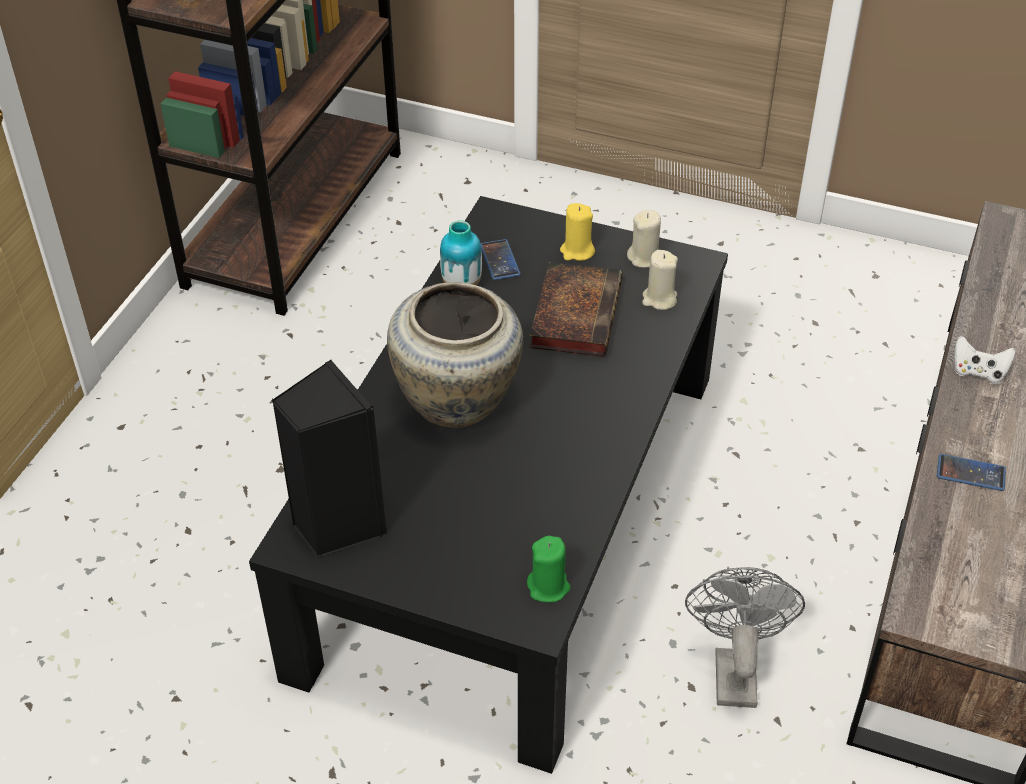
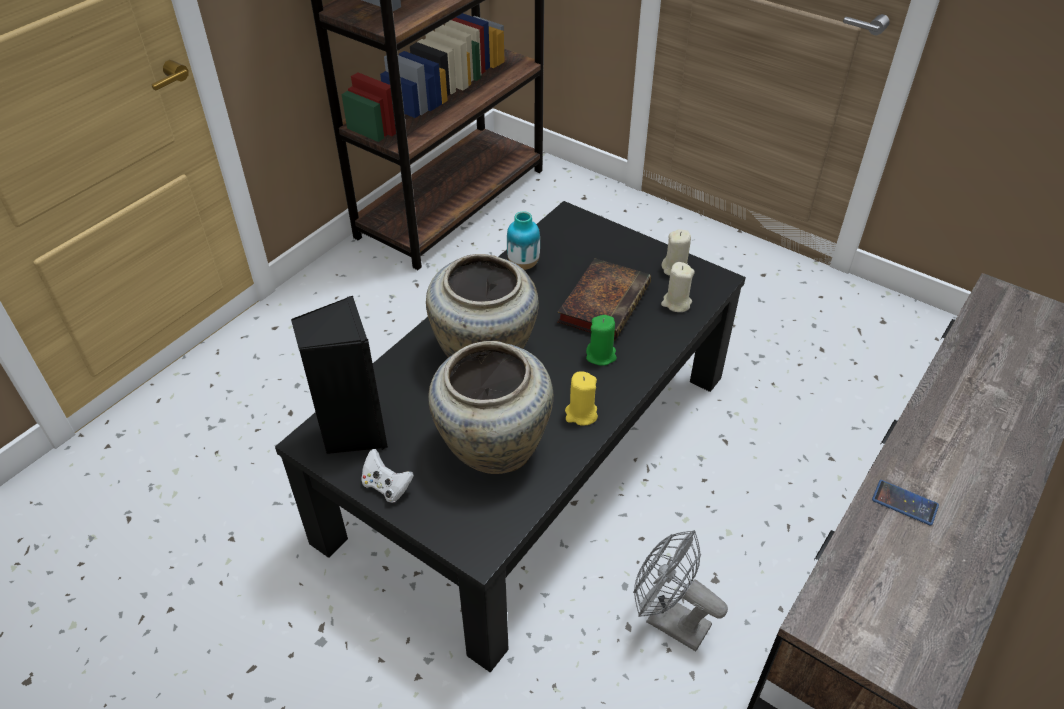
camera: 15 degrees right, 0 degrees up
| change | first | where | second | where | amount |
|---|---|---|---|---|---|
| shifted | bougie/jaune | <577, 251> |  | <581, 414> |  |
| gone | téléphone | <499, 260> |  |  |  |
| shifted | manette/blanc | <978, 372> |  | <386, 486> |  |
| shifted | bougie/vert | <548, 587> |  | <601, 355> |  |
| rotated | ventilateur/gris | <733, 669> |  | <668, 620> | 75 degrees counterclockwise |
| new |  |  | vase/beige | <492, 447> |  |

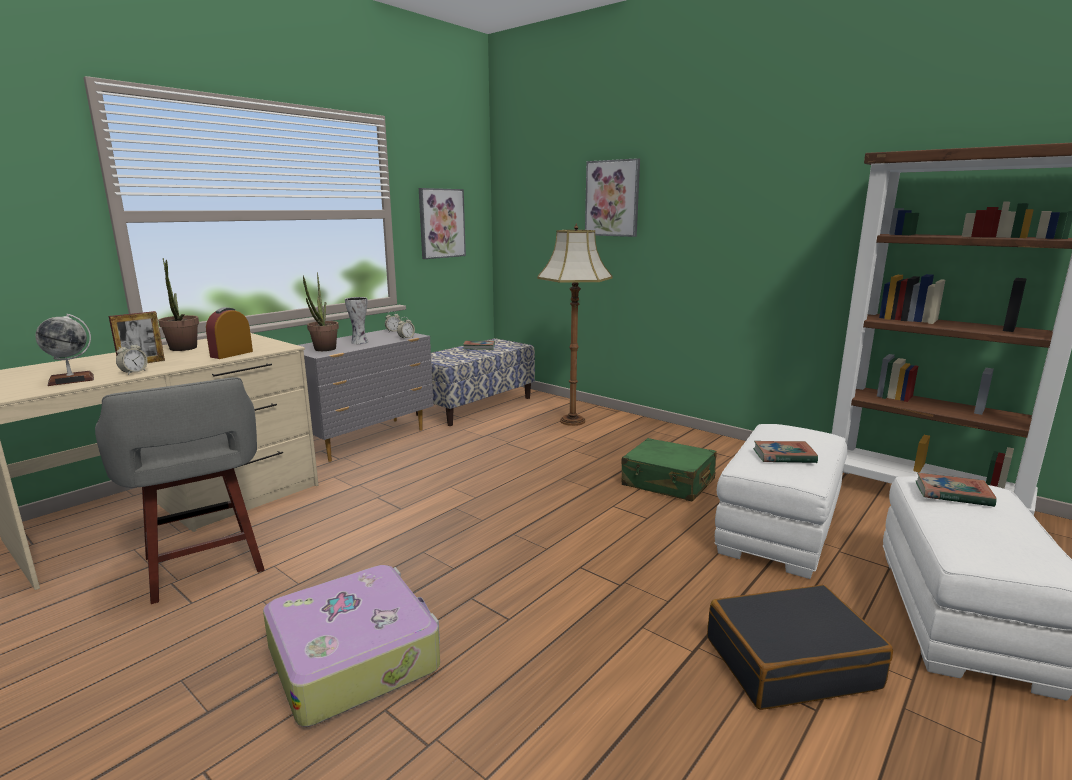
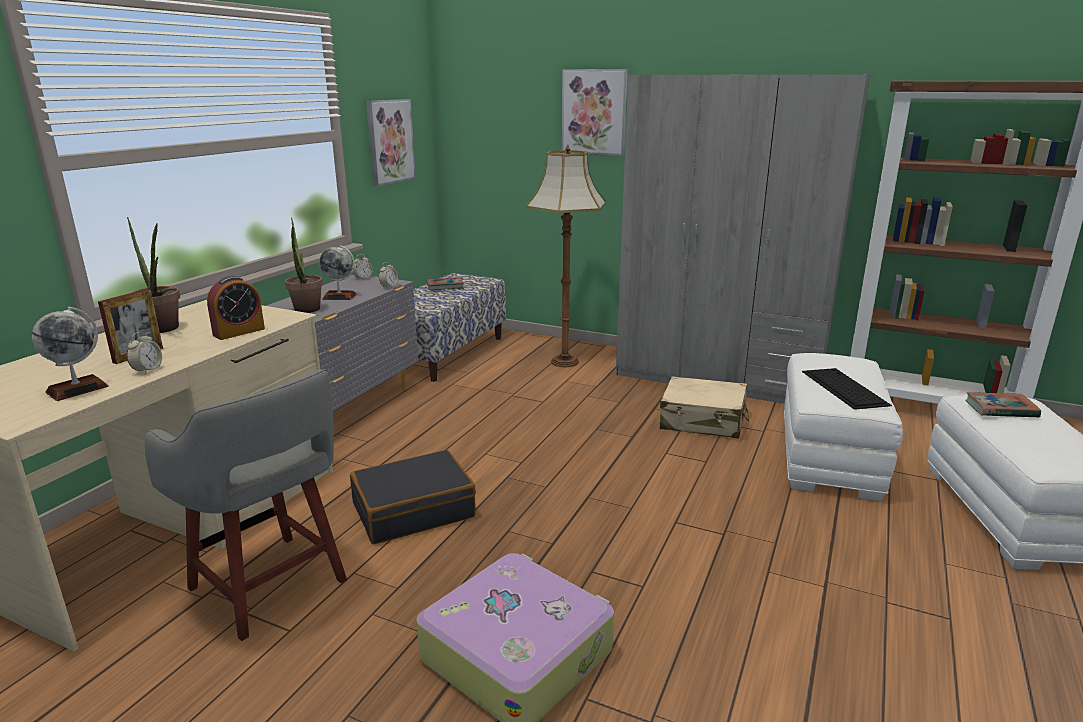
camera: 15 degrees left, 5 degrees up
| change | first | where | second | where | amount |
|---|---|---|---|---|---|
| swapped | vase | <359, 342> | globe | <339, 297> |  |
| rotated | réveil | <231, 354> |  | <239, 332> | 150 degrees counterclockwise |
| repainted | valise/vert | <668, 482> | valise/beige | <703, 421> |  |
| swapped | livre | <784, 456> | clavier | <843, 387> |  |
| shifted | valise/noir | <790, 662> |  | <413, 510> |  |
| new |  |  | armoire/gris | <718, 378> |  |

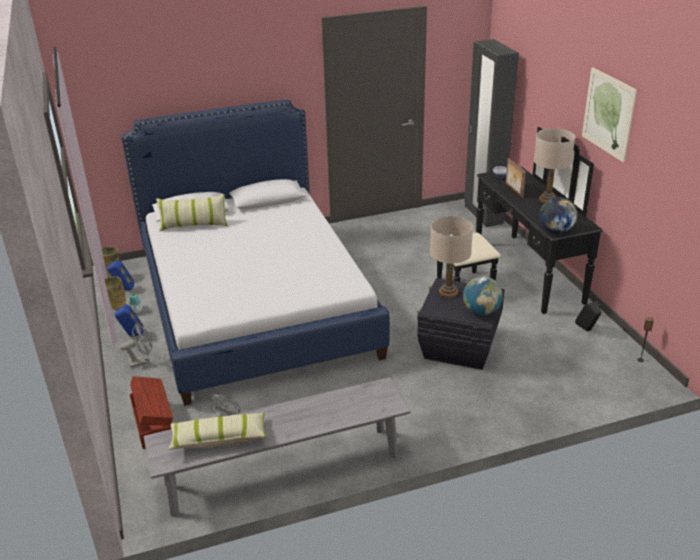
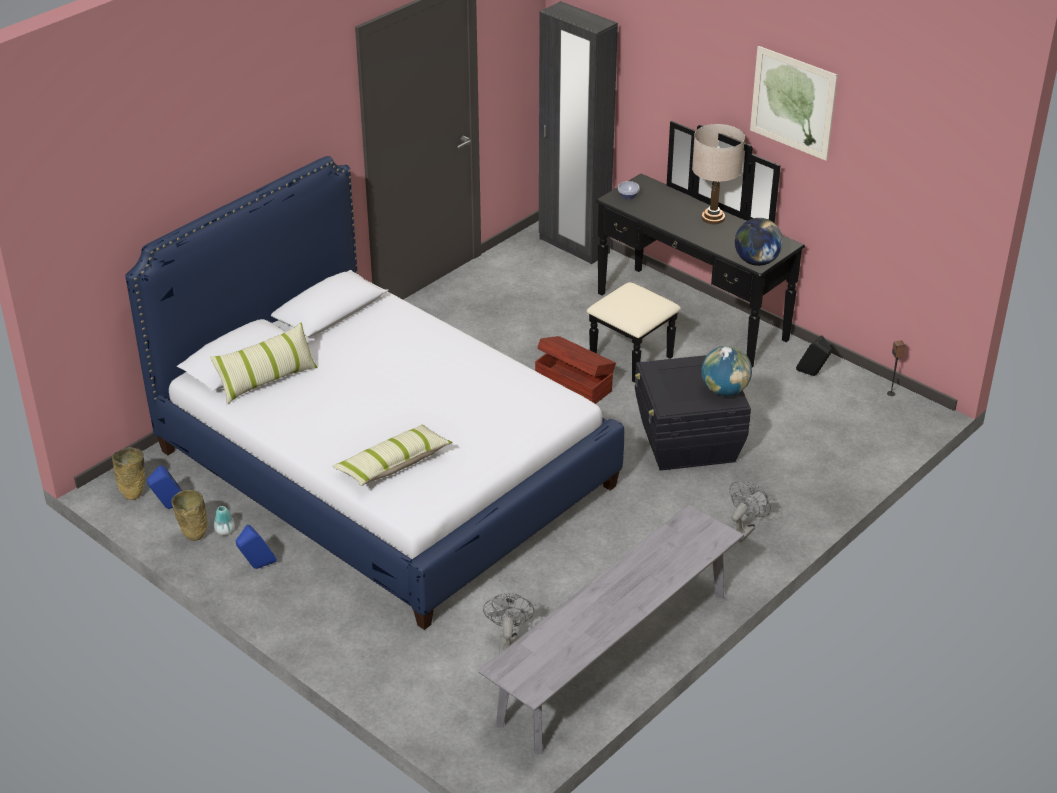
camera: 30 degrees left, 5 degrees up
| change | first | where | second | where | amount |
|---|---|---|---|---|---|
| gone | cadre photo | <513, 190> |  |  |  |
| gone | lampe de table/beige | <448, 292> |  |  |  |
| shifted | ventilateur/gris | <142, 361> |  | <743, 530> |  |
| shifted | boîte de rangement/marron | <153, 423> |  | <573, 384> |  |
| shifted | coussin | <219, 439> |  | <393, 464> |  |

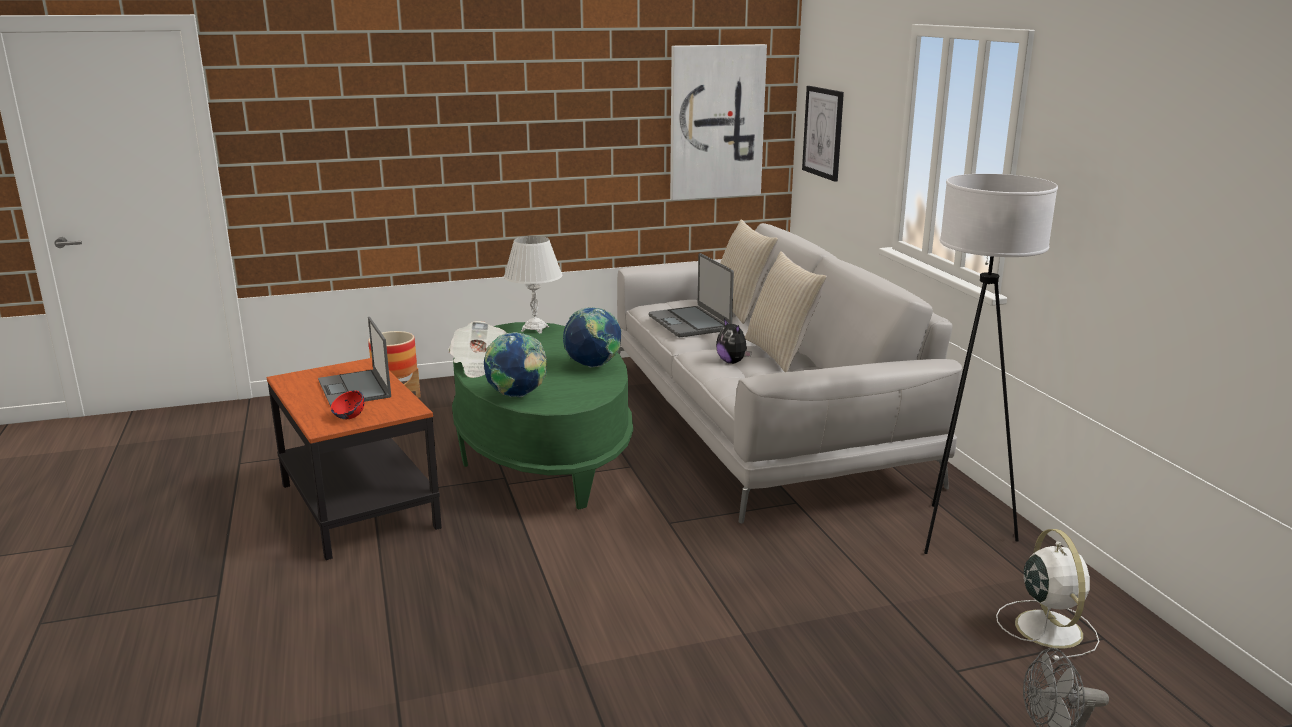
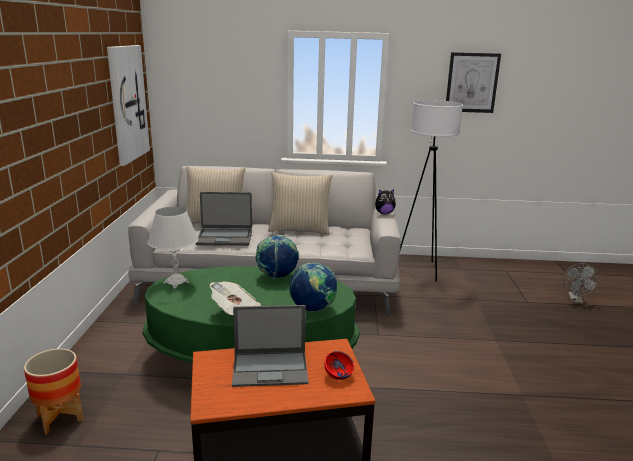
camera: 70 degrees left, 0 degrees up
| change | first | where | second | where | amount |
|---|---|---|---|---|---|
| shifted | tableau | <823, 132> |  | <472, 82> |  |
| shifted | peluche | <732, 362> |  | <384, 213> |  |
| gone | ventilateur/blanc | <1047, 627> |  |  |  |

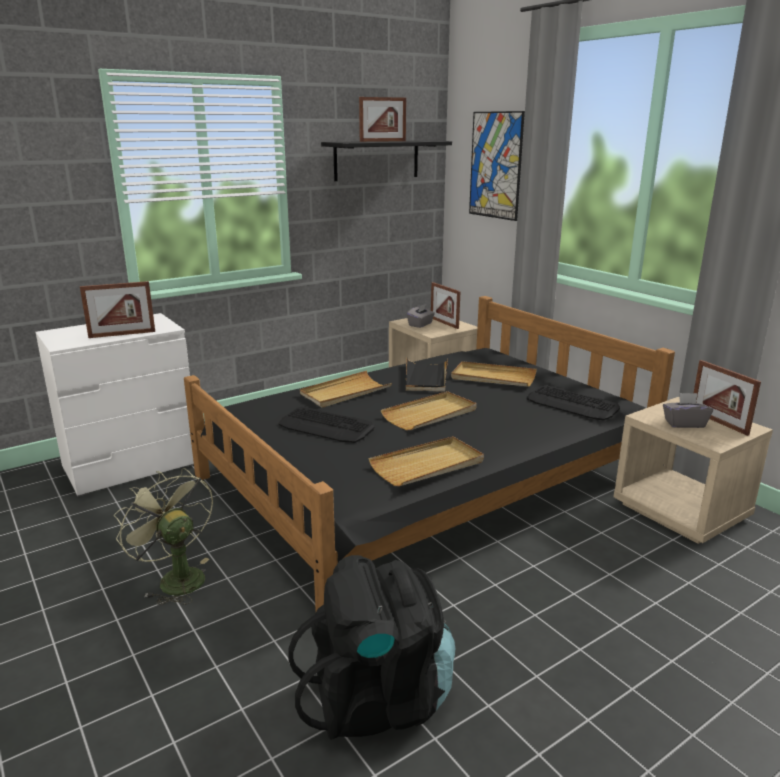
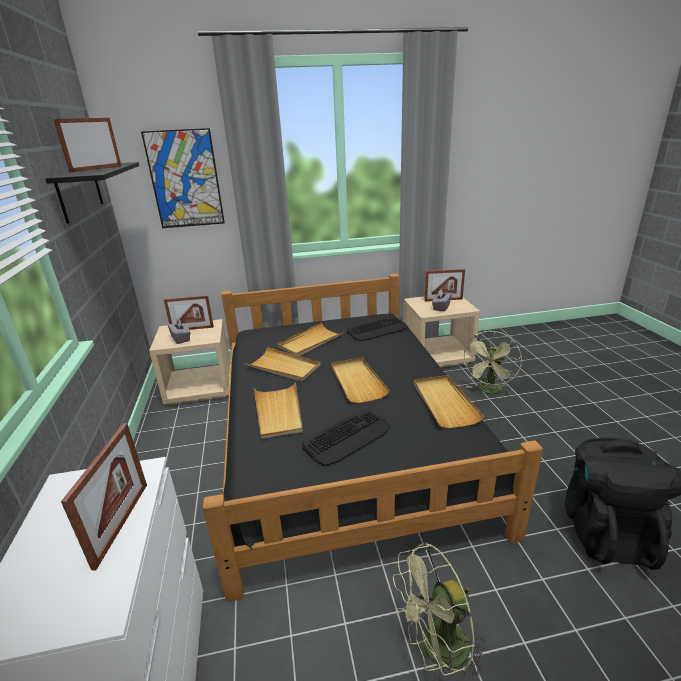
camera: 65 degrees left, 5 degrees up
| change | first | where | second | where | amount |
|---|---|---|---|---|---|
| rotated | cadre photo | <383, 141> |  | <96, 169> | 150 degrees counterclockwise |
| repainted | plateau/noir | <426, 377> | plateau/beige | <283, 367> |  |
| new |  |  | ventilateur/vert | <489, 391> |  |

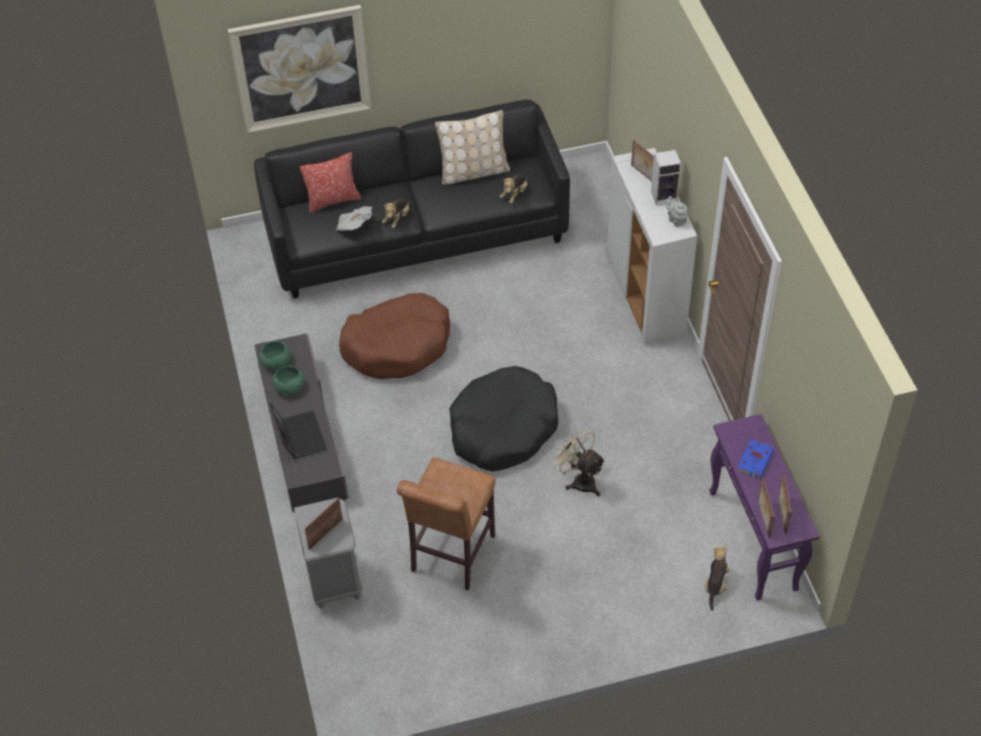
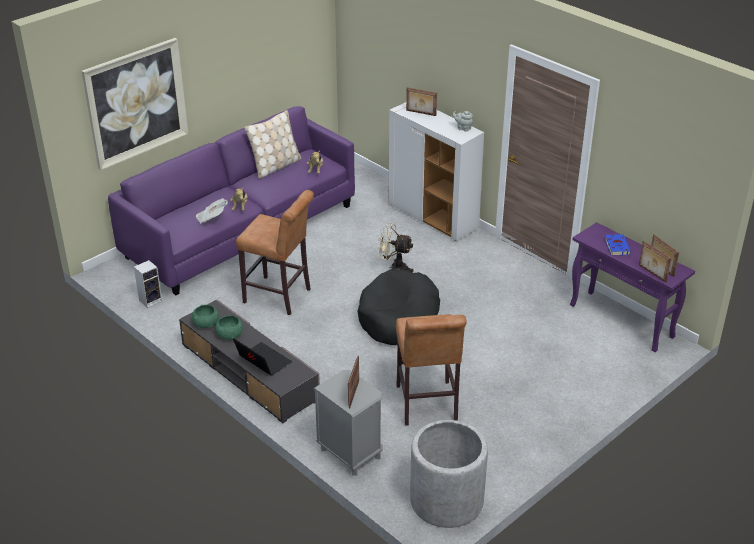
camera: 30 degrees left, 15 degrees down
| change | first | where | second | where | amount |
|---|---|---|---|---|---|
| repainted | canapé/noir | <416, 233> | canapé/violet | <240, 231> |  |
| shifted | enceinte | <664, 196> |  | <151, 300> |  |
| gone | coussin | <333, 200> |  |  |  |
| swapped | panier pour chien/marron | <397, 345> | tabouret/marron | <280, 297> |  |
| shifted | ventilateur/beige | <579, 480> |  | <394, 268> |  |
| gone | peluche | <715, 585> |  |  |  |
| new |  |  | cache-pot/gris | <446, 500> |  |

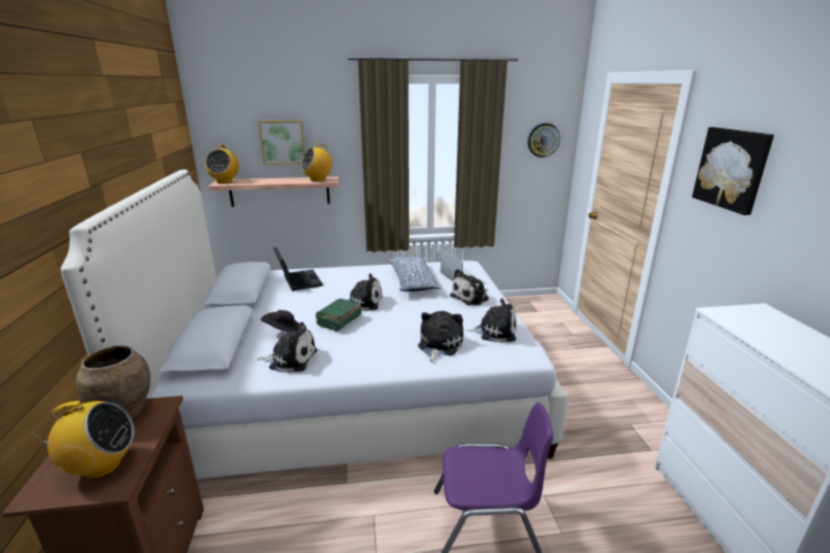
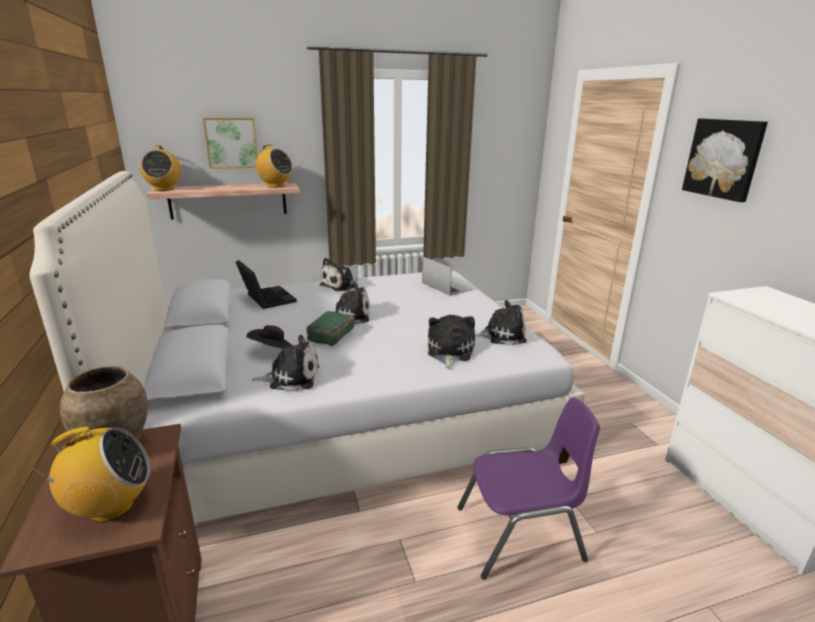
camera: 10 degrees left, 0 degrees up
| change | first | where | second | where | amount |
|---|---|---|---|---|---|
| gone | horloge murale | <543, 140> |  |  |  |
| rotated | radio | <318, 180> |  | <275, 186> | 105 degrees counterclockwise |
| gone | coussin | <412, 281> |  |  |  |
| shifted | peluche | <471, 297> |  | <341, 285> |  |

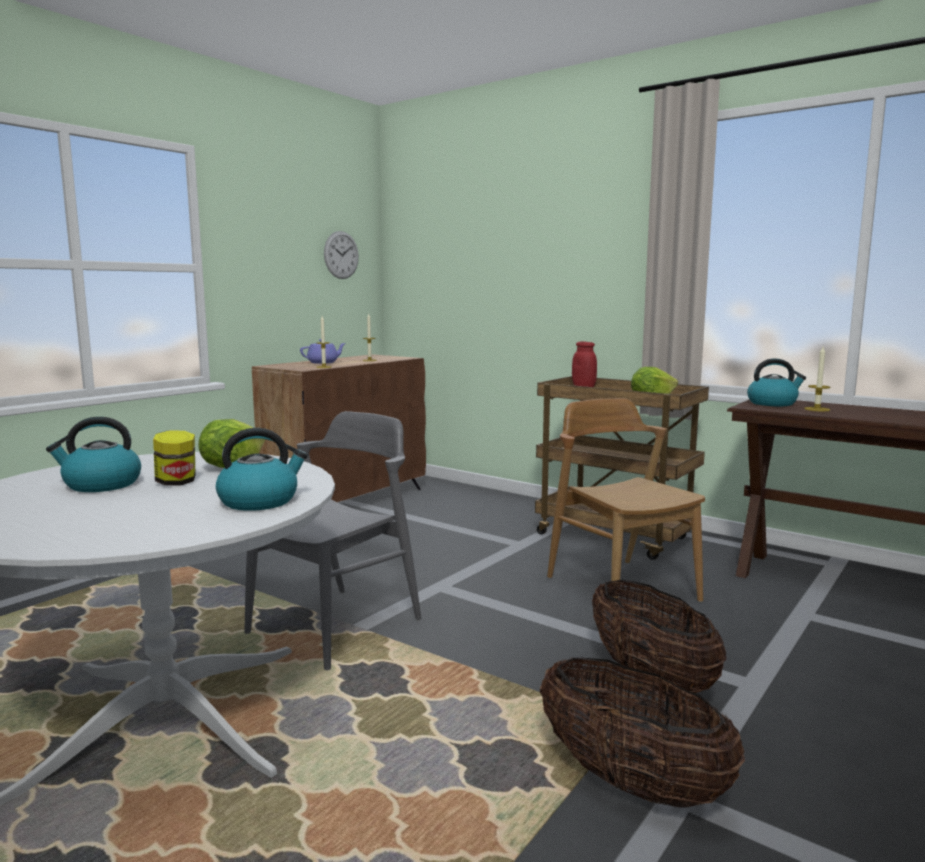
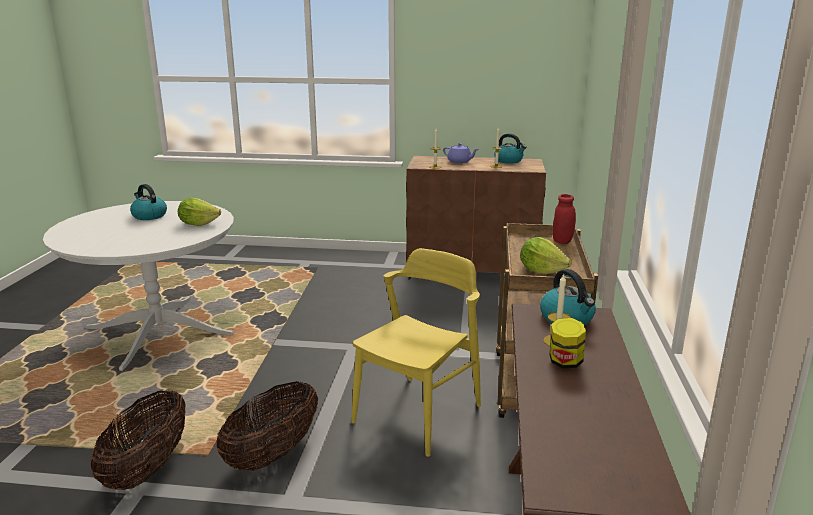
camera: 60 degrees right, 10 degrees up
| change | first | where | second | where | amount |
|---|---|---|---|---|---|
| gone | horloge murale | <341, 255> |  |  |  |
| repainted | chaise/marron | <621, 588> | chaise/jaune | <418, 414> |  |
| gone | chaise/gris | <336, 626> |  |  |  |
| shifted | bouilloire | <260, 501> |  | <509, 161> |  |
| shifted | bocal | <176, 482> |  | <565, 362> |  |

